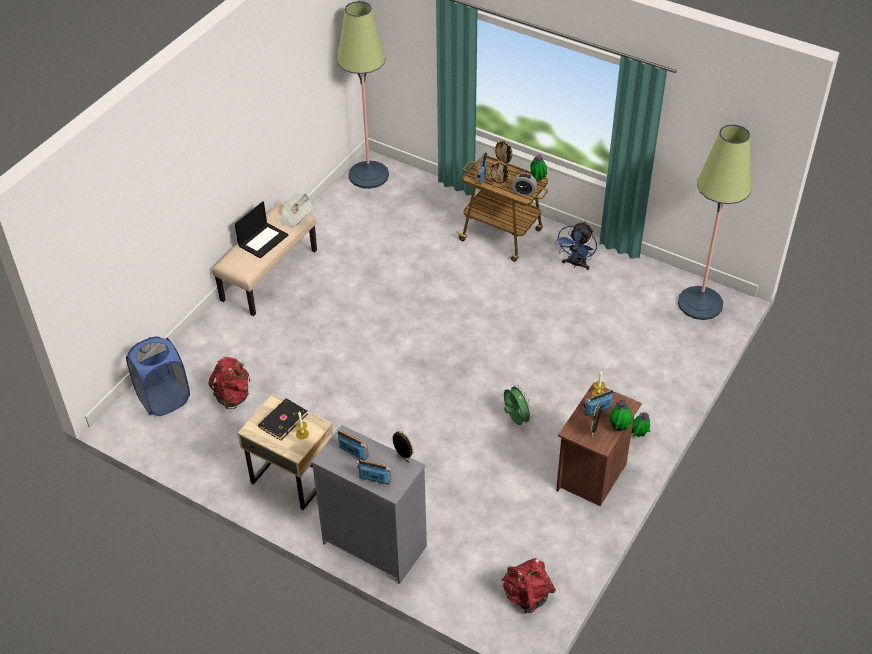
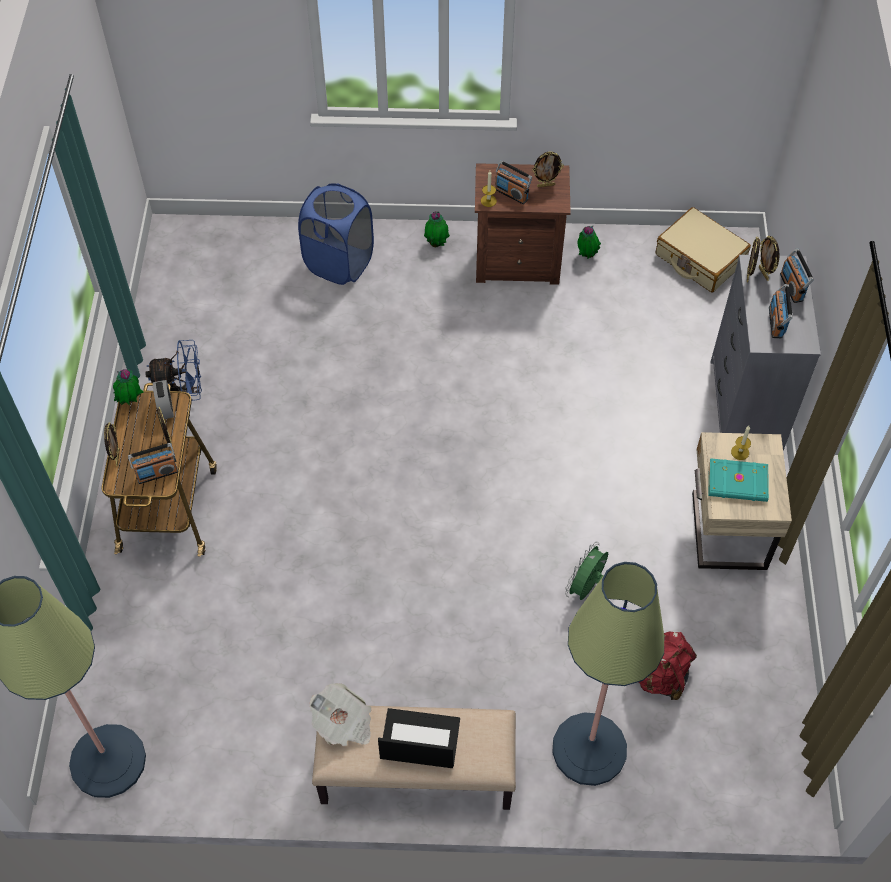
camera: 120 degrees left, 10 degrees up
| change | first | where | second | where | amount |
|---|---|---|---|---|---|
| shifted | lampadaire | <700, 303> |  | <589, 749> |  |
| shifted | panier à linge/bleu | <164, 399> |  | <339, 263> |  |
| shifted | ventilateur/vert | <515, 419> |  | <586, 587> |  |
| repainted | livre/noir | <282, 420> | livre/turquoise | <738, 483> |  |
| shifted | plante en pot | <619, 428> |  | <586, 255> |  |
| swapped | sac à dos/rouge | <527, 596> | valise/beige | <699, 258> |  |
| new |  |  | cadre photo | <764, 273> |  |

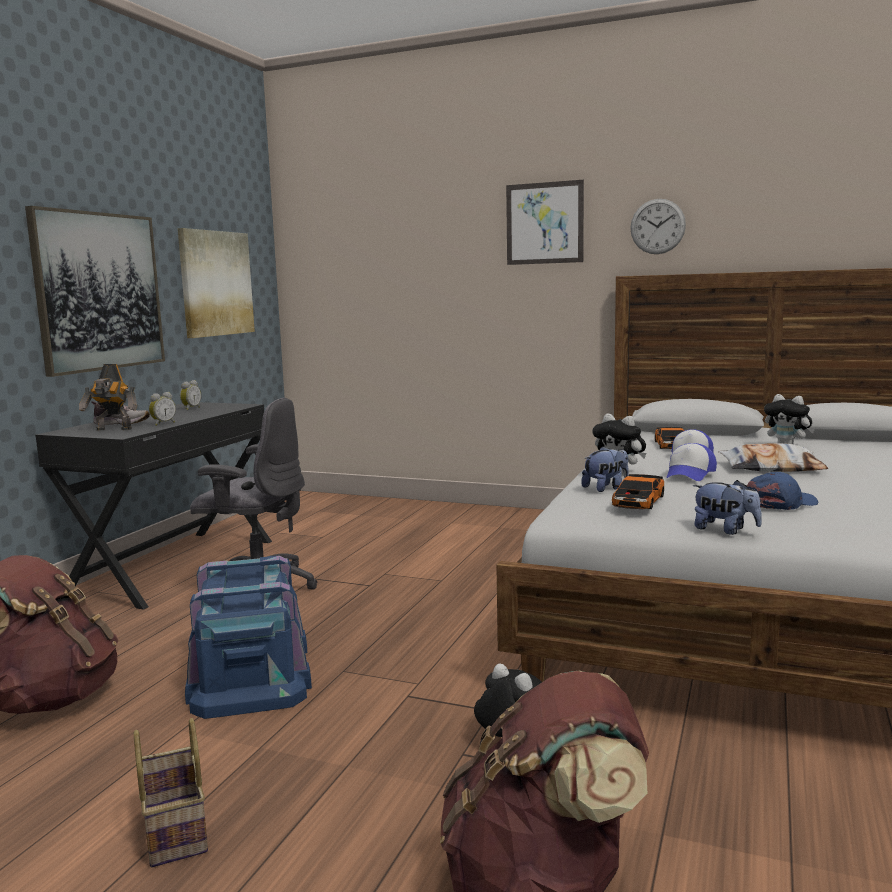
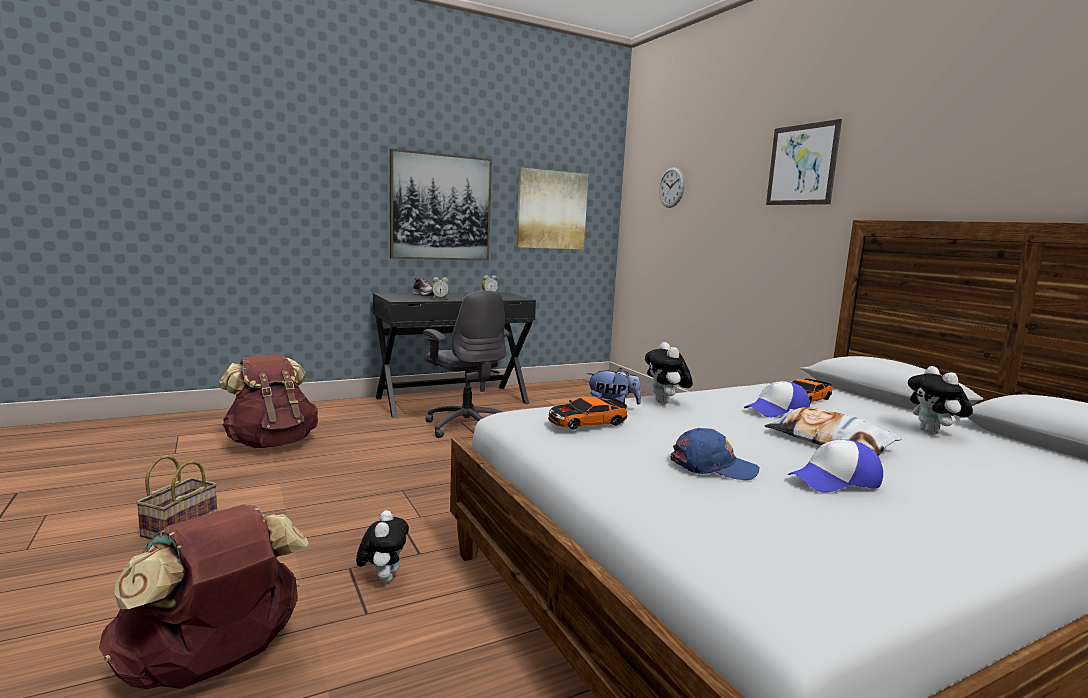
camera: 40 degrees right, 0 degrees up
| change | first | where | second | where | amount |
|---|---|---|---|---|---|
| shifted | horloge murale | <657, 226> |  | <671, 187> |  |
| gone | robot jouet | <113, 430> |  |  |  |
| shifted | casquette | <690, 474> |  | <835, 481> |  |
| gone | peluche | <725, 530> |  |  |  |
| gone | boîte de rangement/bleu | <251, 672> |  |  |  |

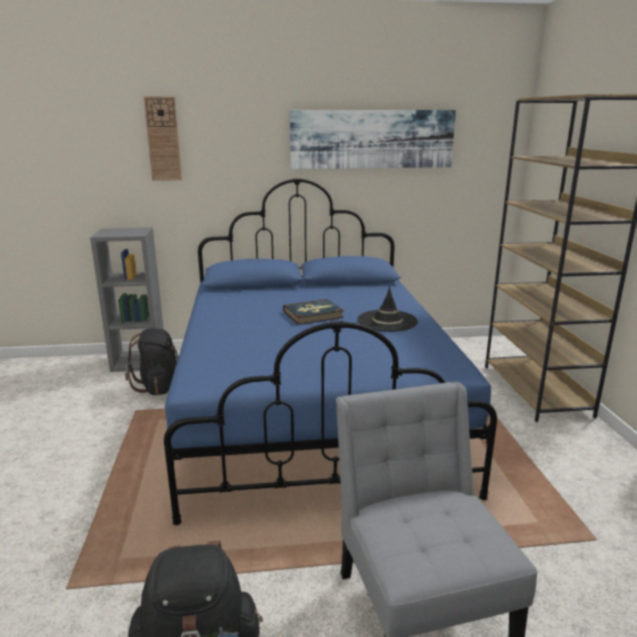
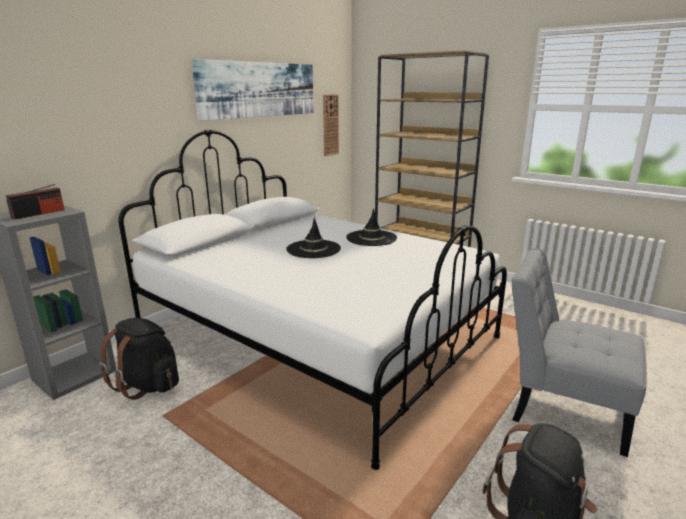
camera: 45 degrees left, 0 degrees up
| change | first | where | second | where | amount |
|---|---|---|---|---|---|
| shifted | horloge murale | <163, 139> |  | <330, 125> |  |
| repainted | lit/bleu | <313, 408> | lit/blanc | <317, 336> |  |
| swapped | livre | <313, 314> | chapeau/noir | <313, 249> |  |
| new |  |  | radio | <38, 214> |  |

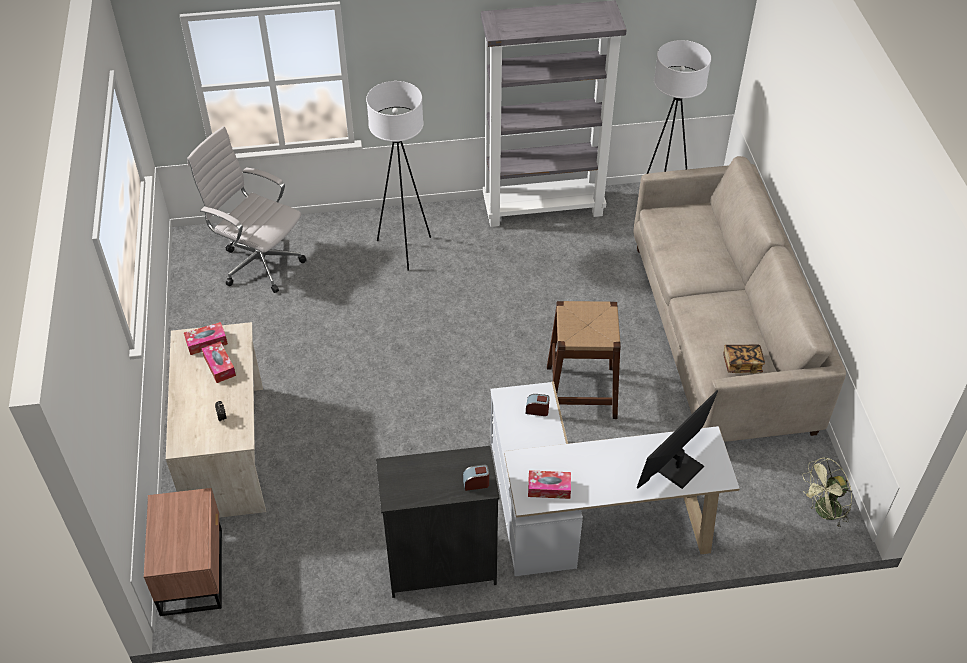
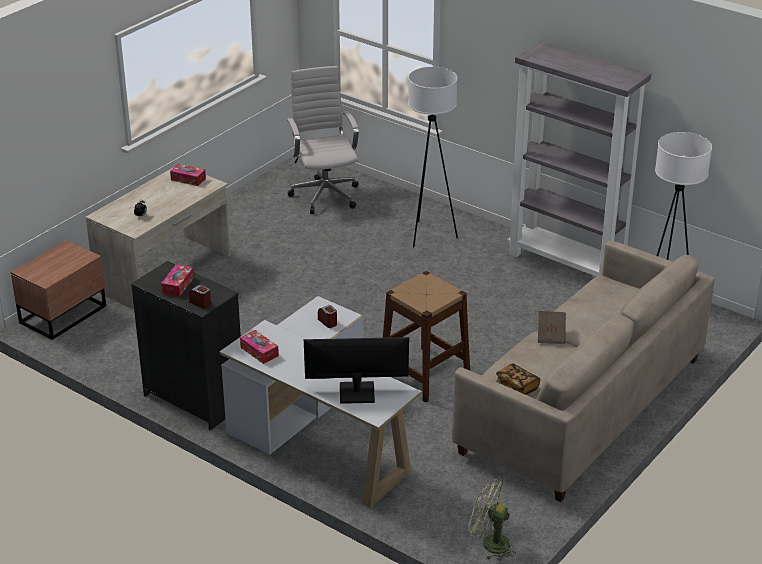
camera: 45 degrees right, 15 degrees down
| change | first | where | second | where | amount |
|---|---|---|---|---|---|
| shifted | boîte à mouchoirs | <219, 366> |  | <178, 285> |  |
| new |  |  | livre/marron | <551, 335> |  |

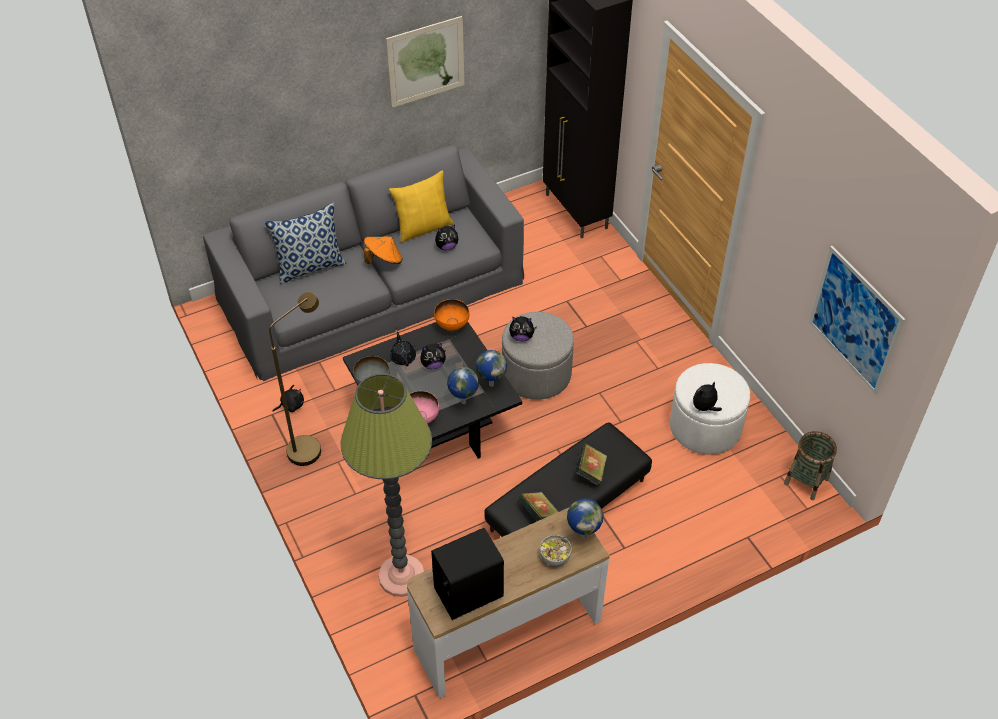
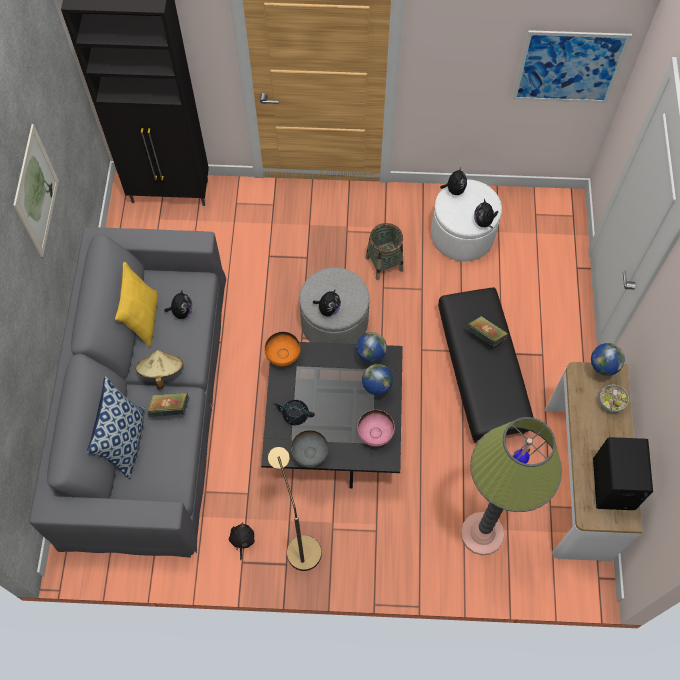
camera: 60 degrees left, 15 degrees up
| change | first | where | second | where | amount |
|---|---|---|---|---|---|
| repainted | chapeau/orange | <383, 260> | chapeau/beige | <161, 372> |  |
| shifted | peluche | <433, 364> |  | <454, 190> |  |
| shifted | panier | <806, 481> |  | <384, 263> |  |
| shifted | livre | <539, 515> |  | <170, 409> |  |

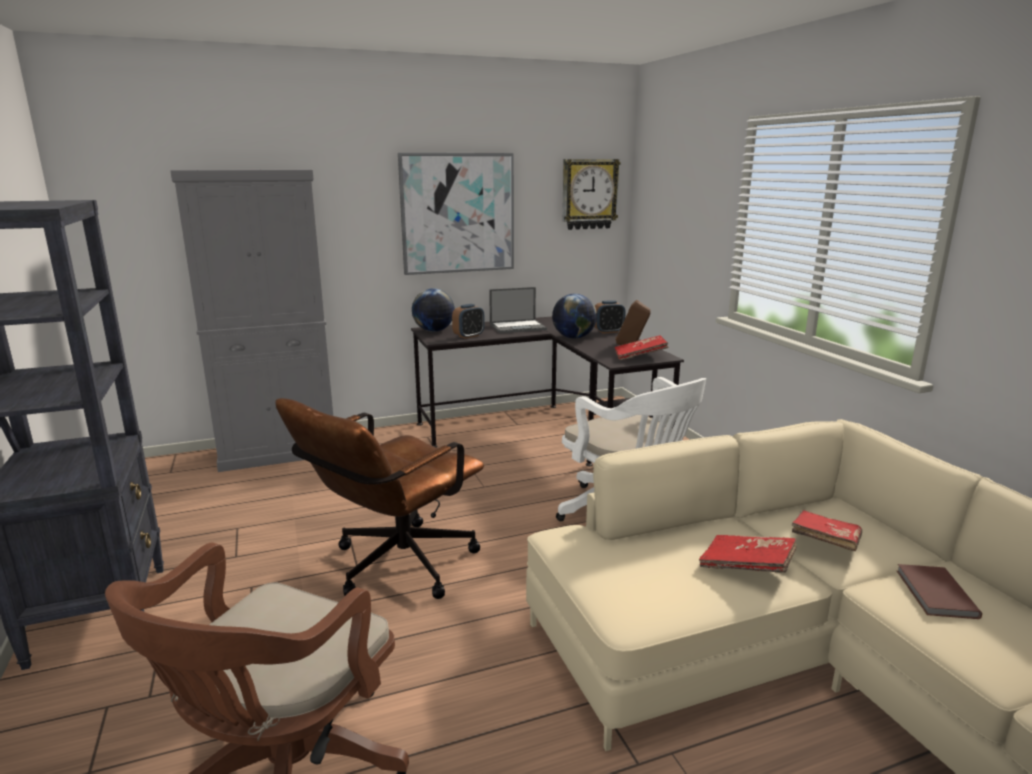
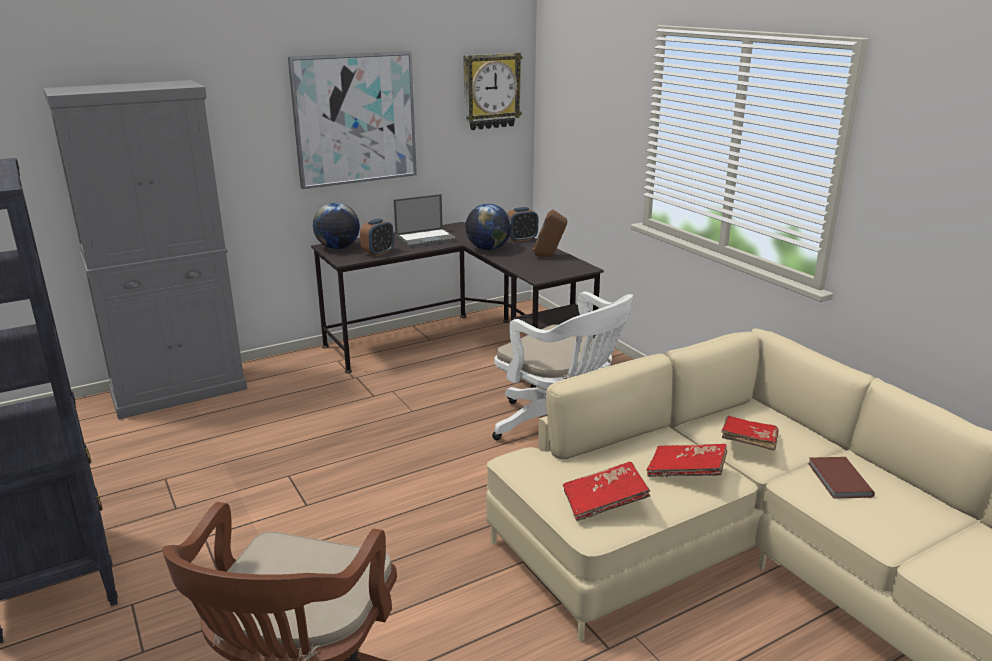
camera: 10 degrees left, 5 degrees up
| change | first | where | second | where | amount |
|---|---|---|---|---|---|
| shifted | livre/rouge | <640, 357> |  | <604, 502> |  |
| gone | chaise de bureau/marron | <393, 568> |  |  |  |

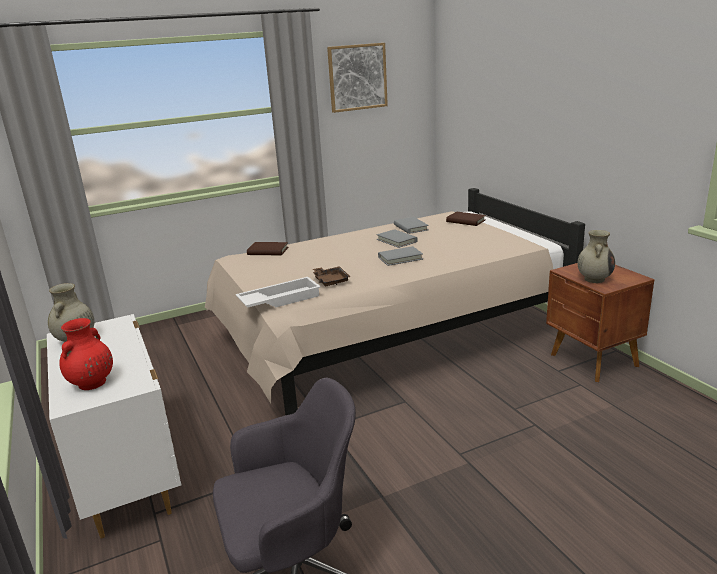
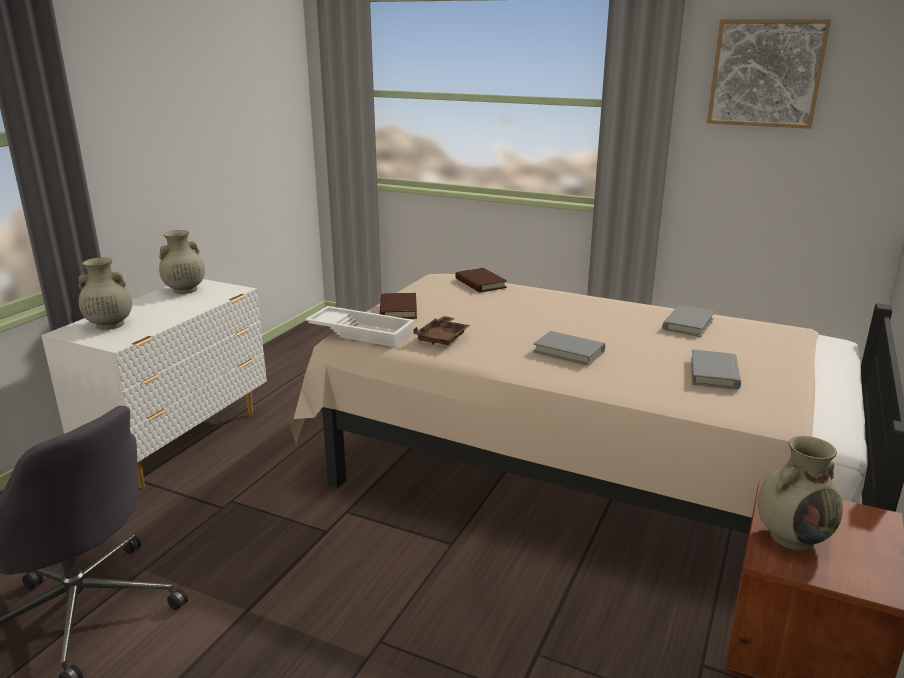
camera: 50 degrees right, 0 degrees up
| change | first | where | second | where | amount |
|---|---|---|---|---|---|
| shifted | livre/marron | <465, 221> |  | <398, 309> |  |
| shifted | livre/gris | <397, 240> |  | <714, 373> |  |
| repainted | vase/rouge | <91, 383> | vase/beige | <109, 325> |  |

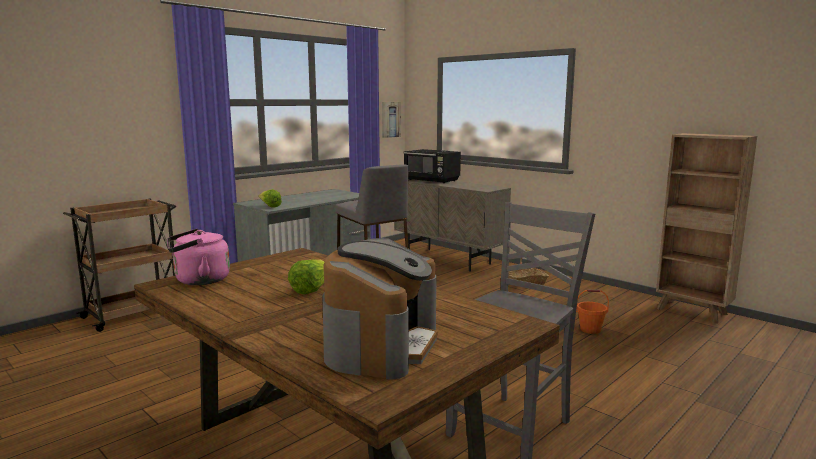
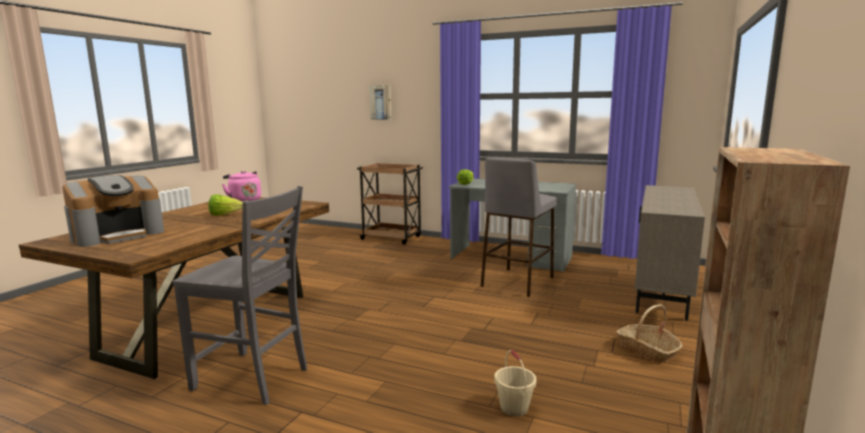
camera: 70 degrees right, 0 degrees up
| change | first | where | second | where | amount |
|---|---|---|---|---|---|
| shifted | tableau | <390, 119> |  | <381, 102> |  |
| gone | micro-ondes/noir | <432, 180> |  |  |  |
| rotated | machine à café | <381, 344> |  | <118, 235> | 45 degrees counterclockwise |
| repainted | seau/orange | <590, 329> | seau/beige | <514, 408> |  |

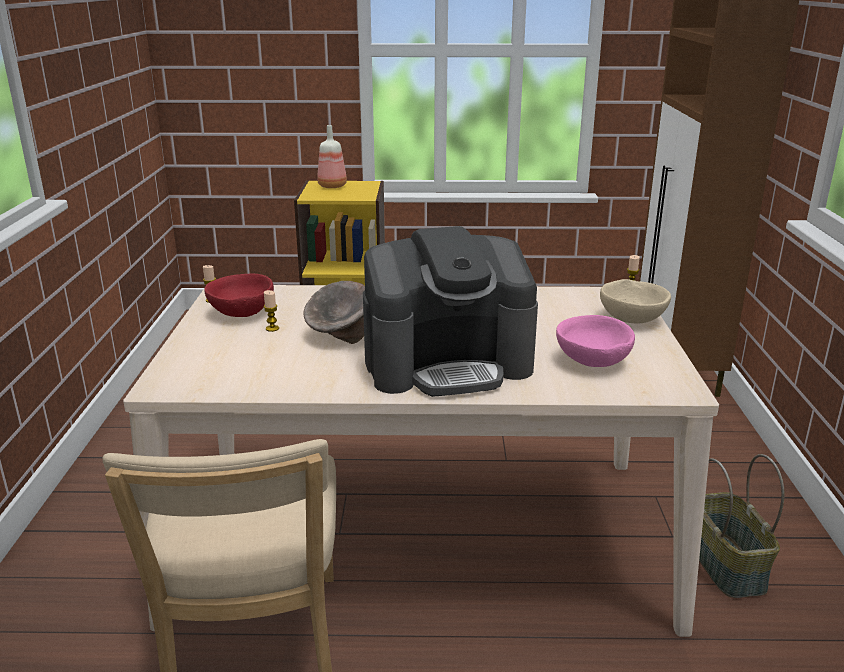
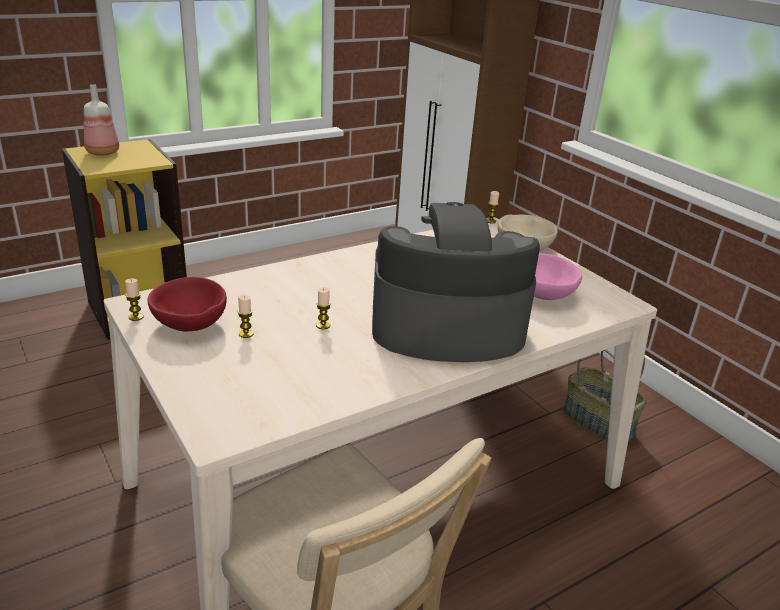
camera: 35 degrees left, 5 degrees up
| change | first | where | second | where | amount |
|---|---|---|---|---|---|
| rotated | machine à café | <448, 363> |  | <446, 327> | 135 degrees counterclockwise |
| swapped | bol/gris | <340, 337> | bougie | <323, 325> |  |

